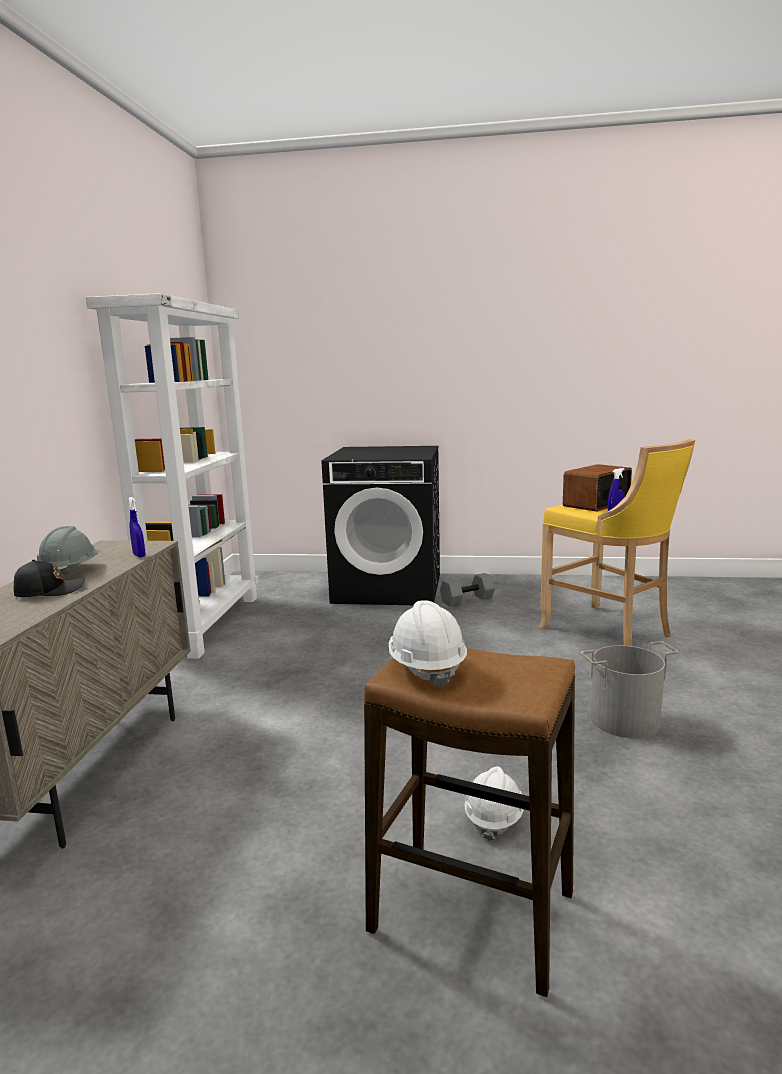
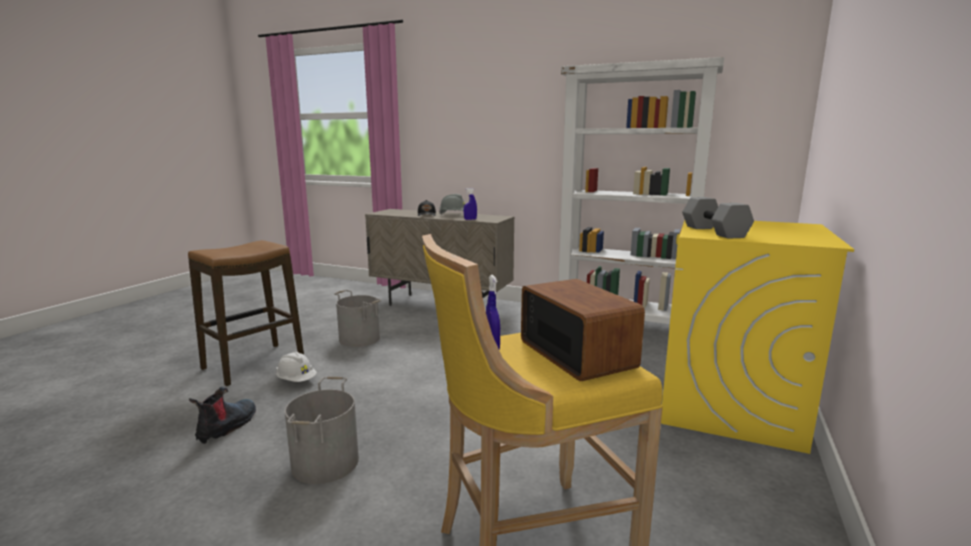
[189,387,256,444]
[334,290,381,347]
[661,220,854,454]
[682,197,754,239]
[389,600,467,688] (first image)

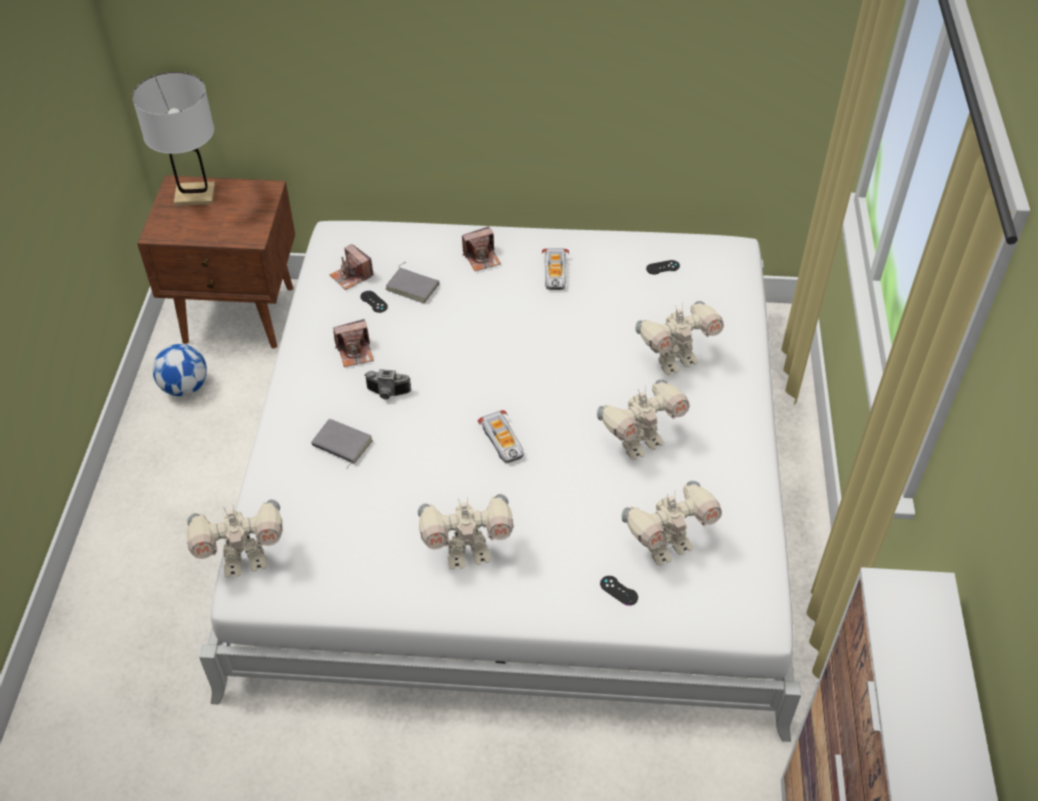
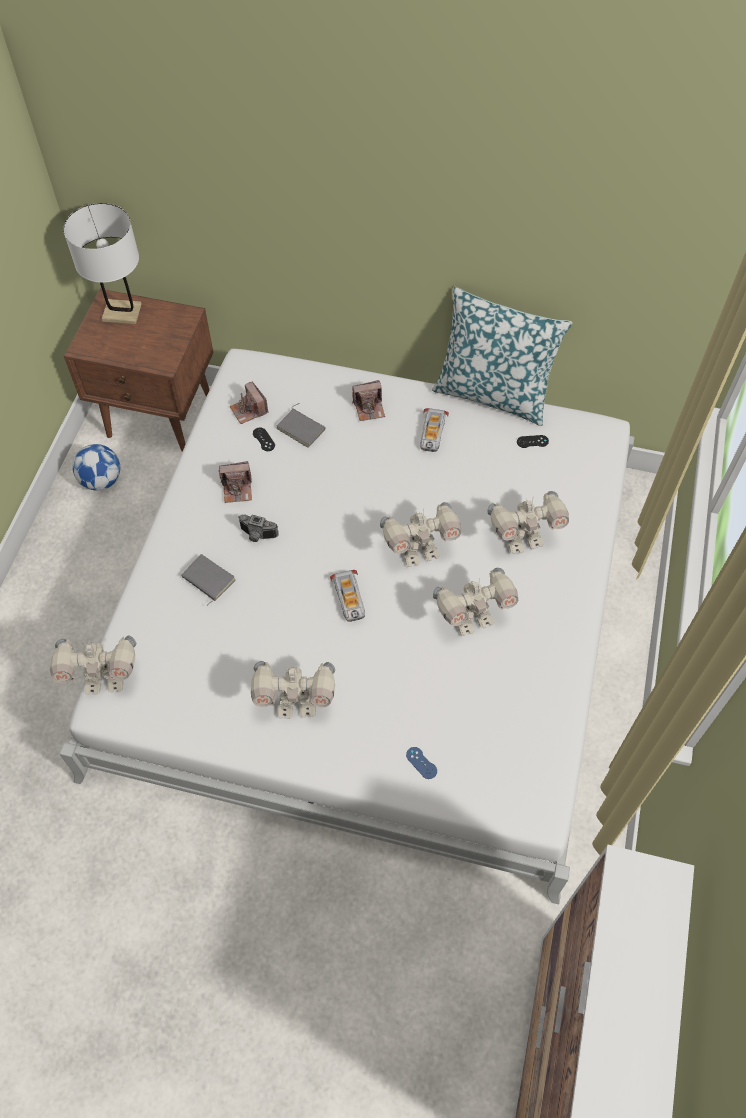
[380,502,461,567]
[406,747,437,779]
[432,287,572,426]

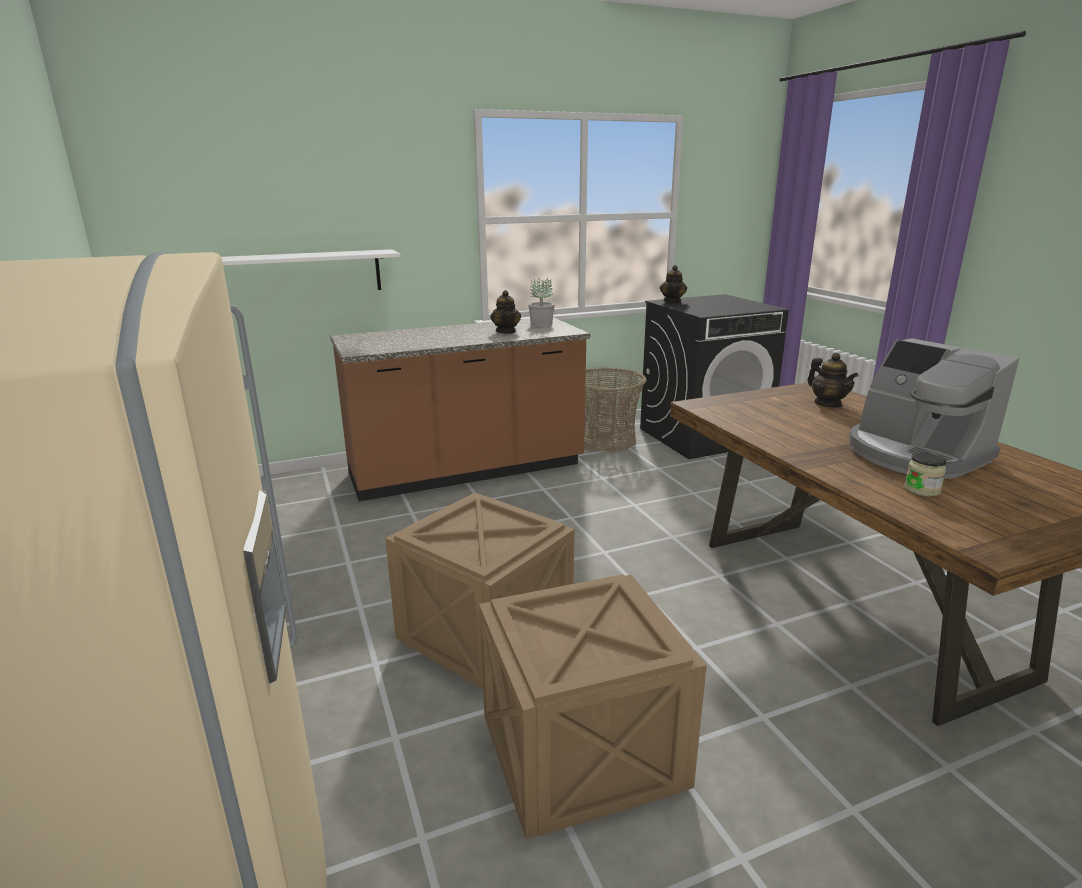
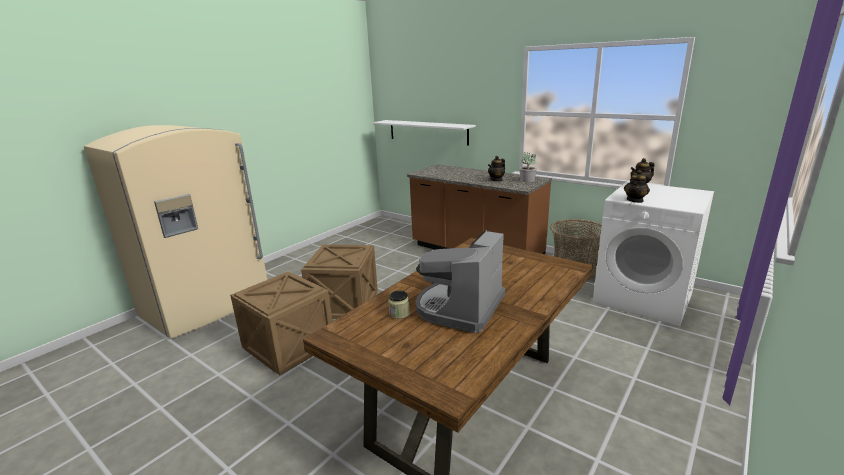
[593,181,714,326]
[624,170,650,203]

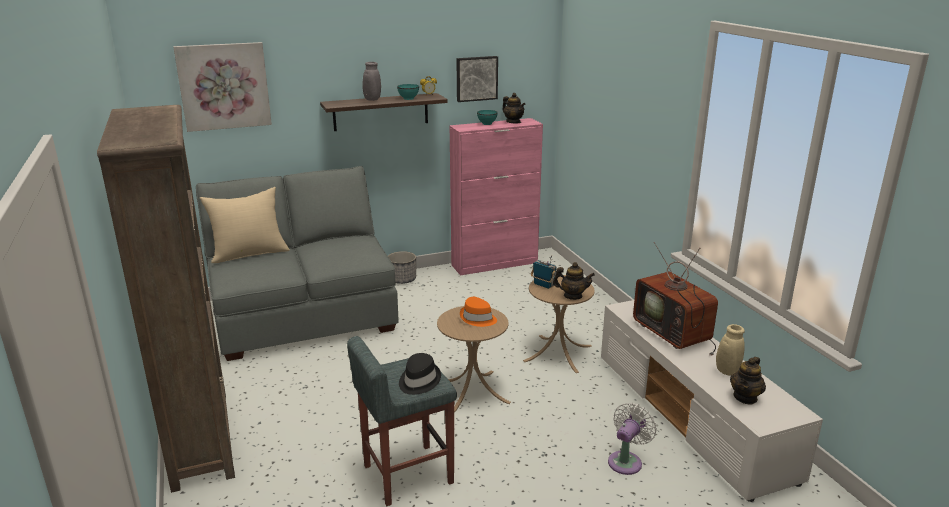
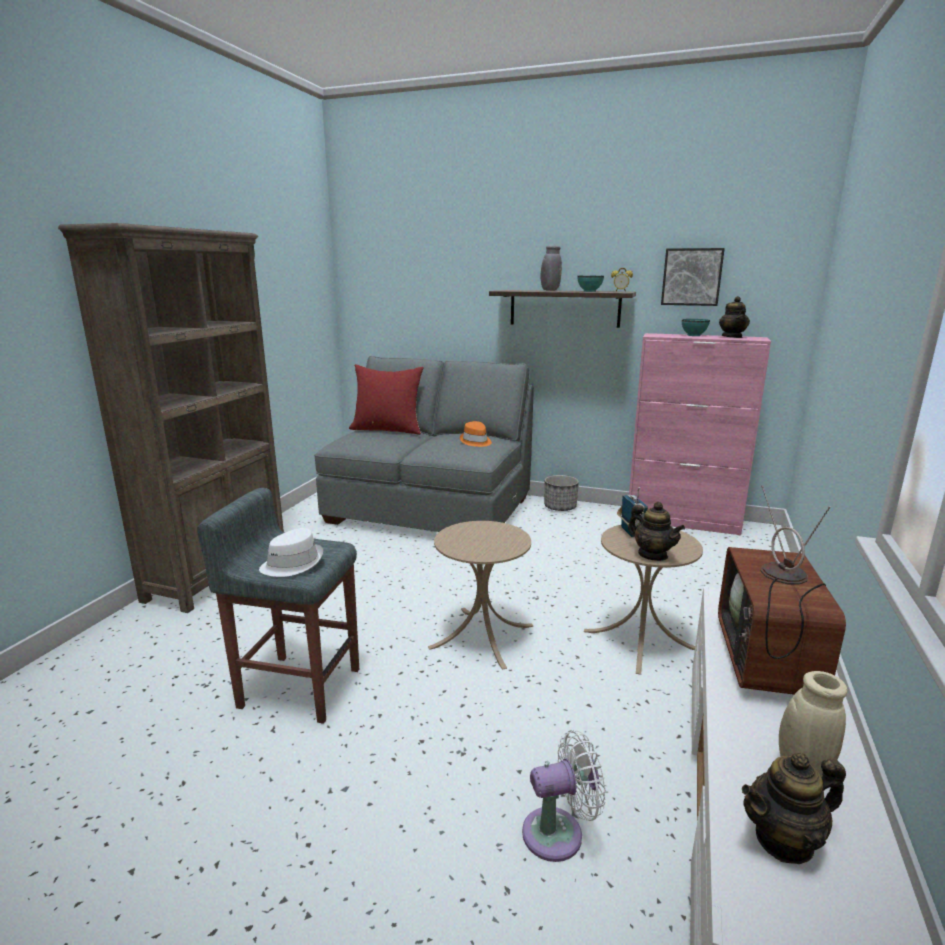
[259,528,323,577]
[349,364,424,435]
[460,421,492,447]
[173,42,272,132] (first image)

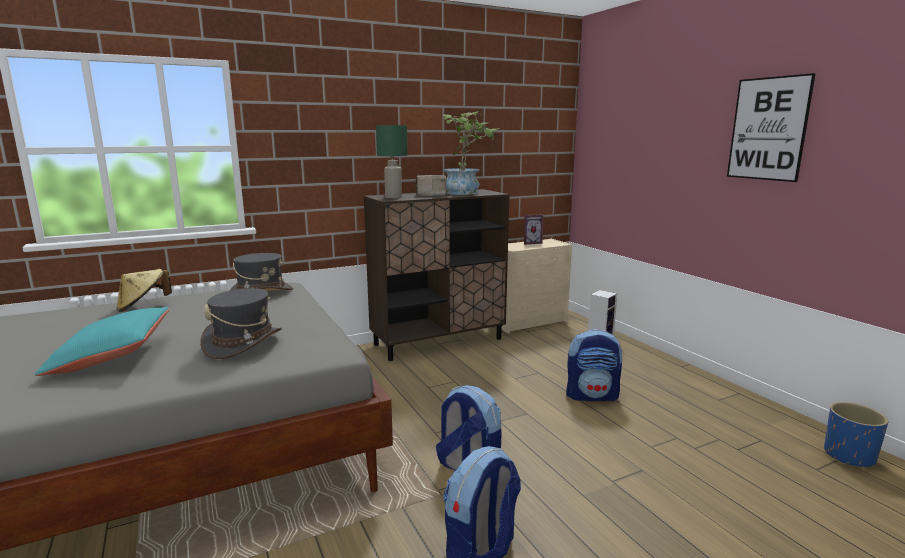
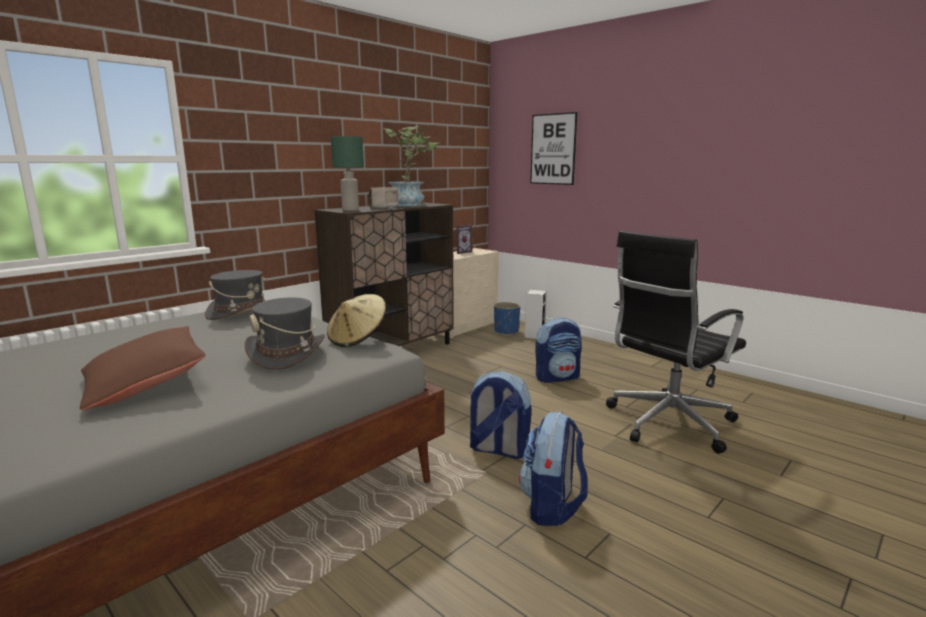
[80,326,206,410]
[327,294,386,347]
[494,302,520,335]
[530,112,577,185]
[606,231,746,454]

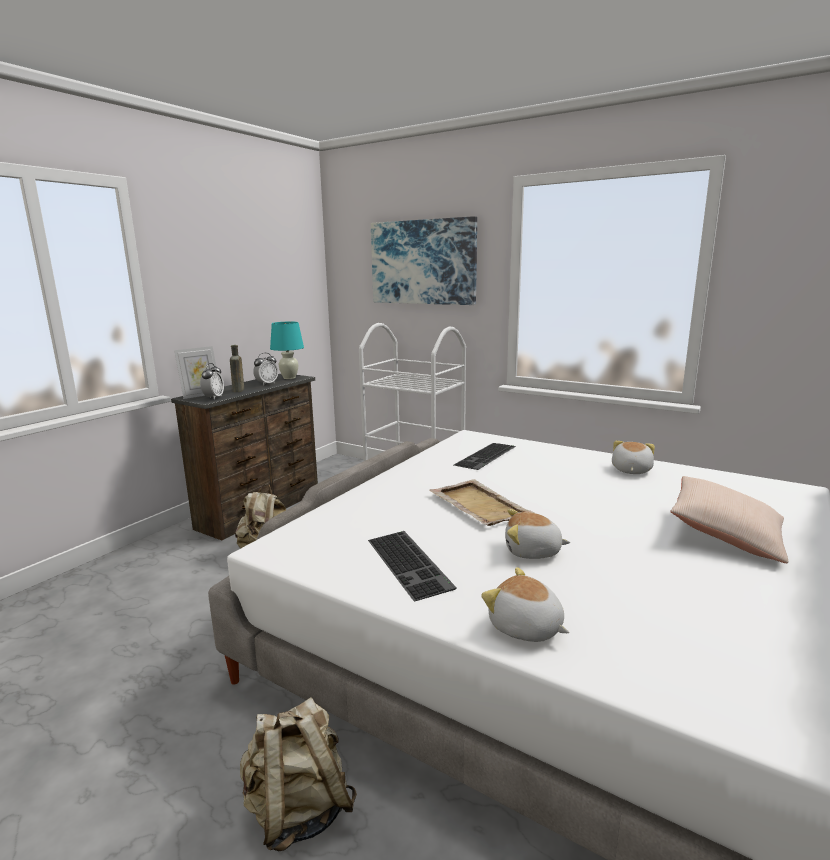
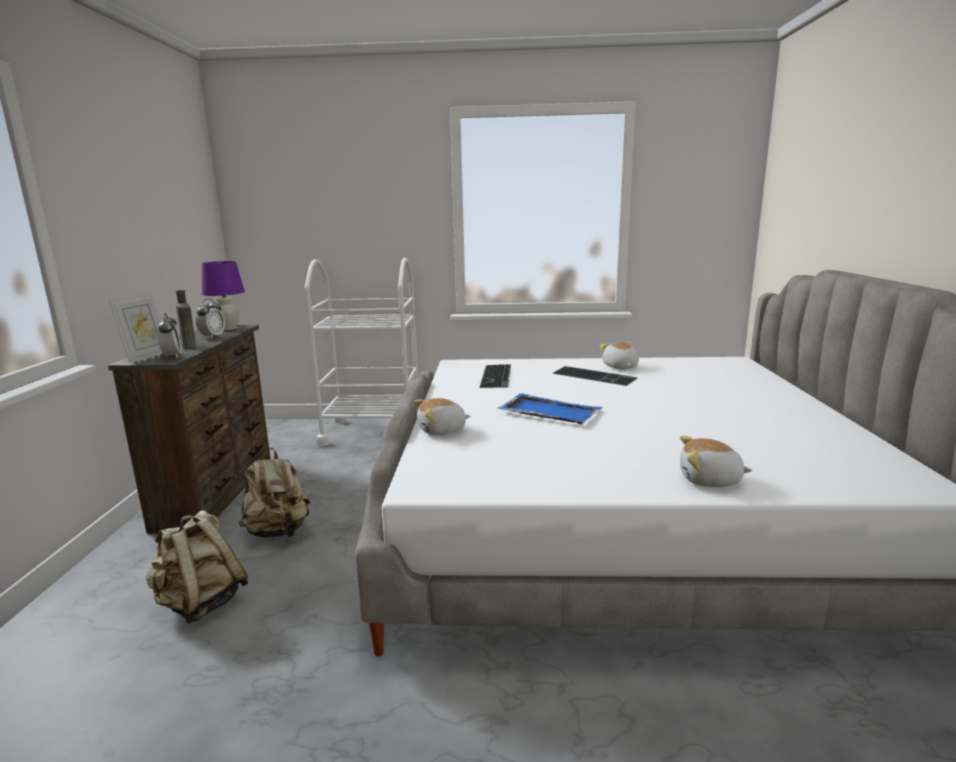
[146,510,248,624]
[202,261,245,330]
[414,398,471,435]
[498,393,603,424]
[552,366,637,386]
[371,216,477,305] (first image)
[670,476,788,563] (first image)

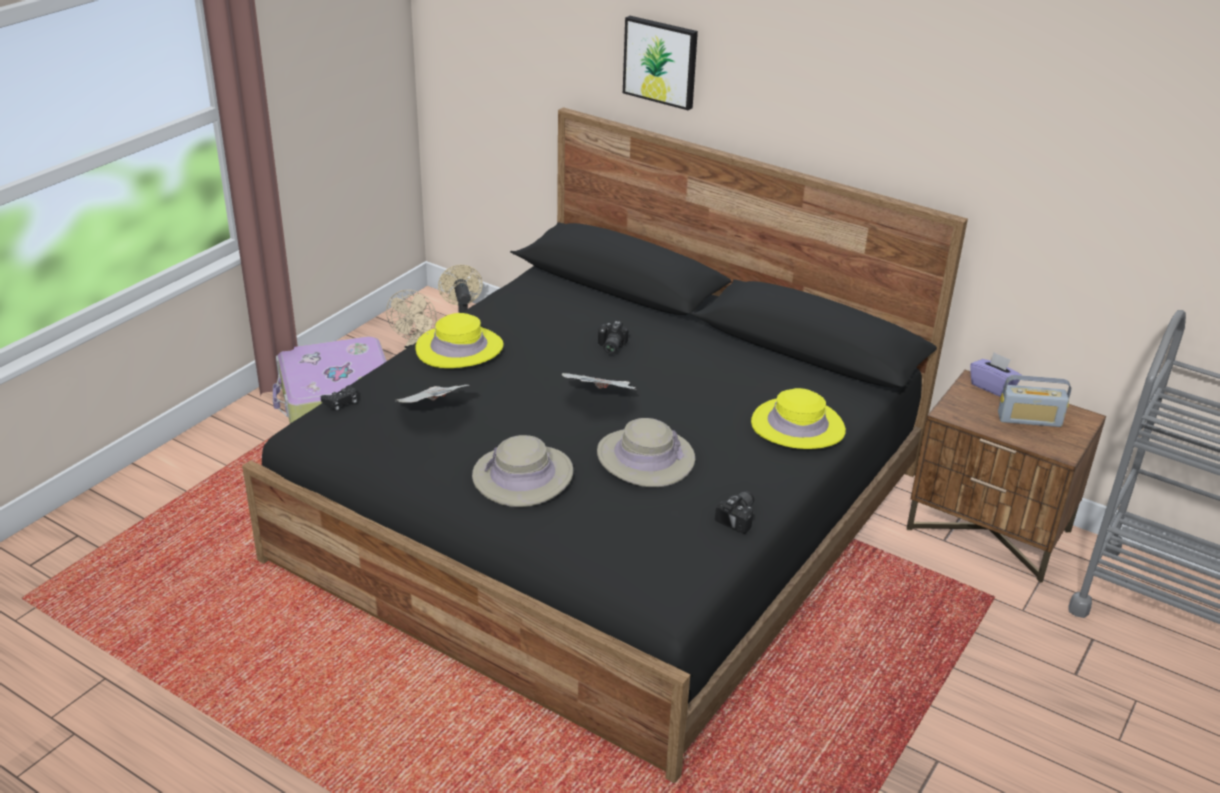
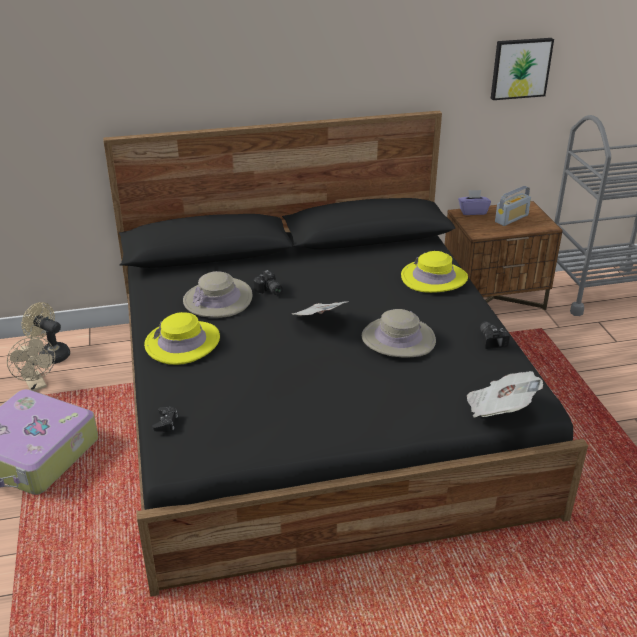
[183,271,252,318]
[467,371,543,417]
[491,38,554,100]

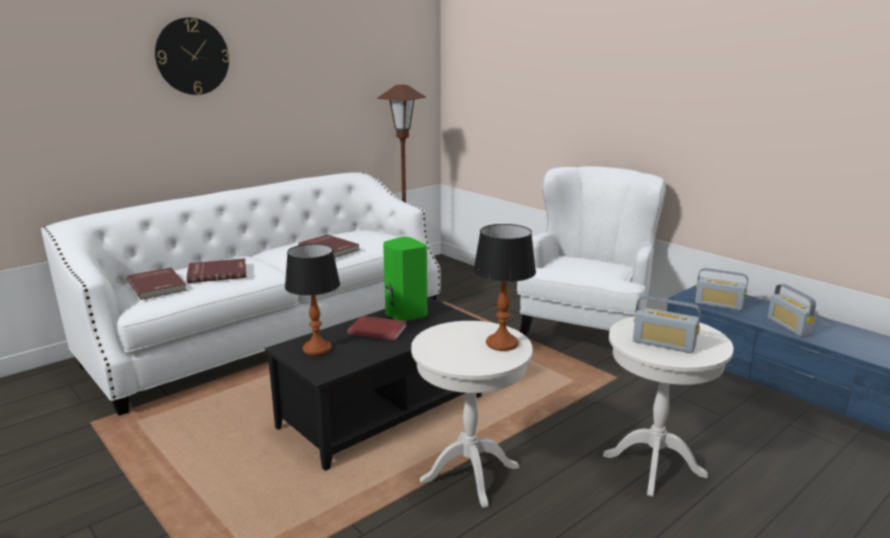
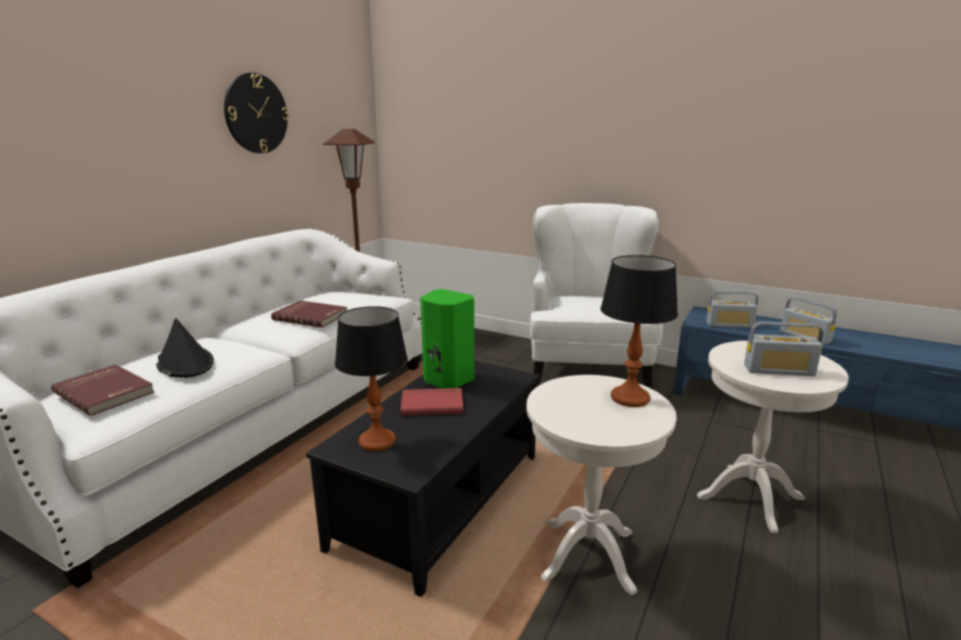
[156,318,214,378]
[224,73,289,153]

